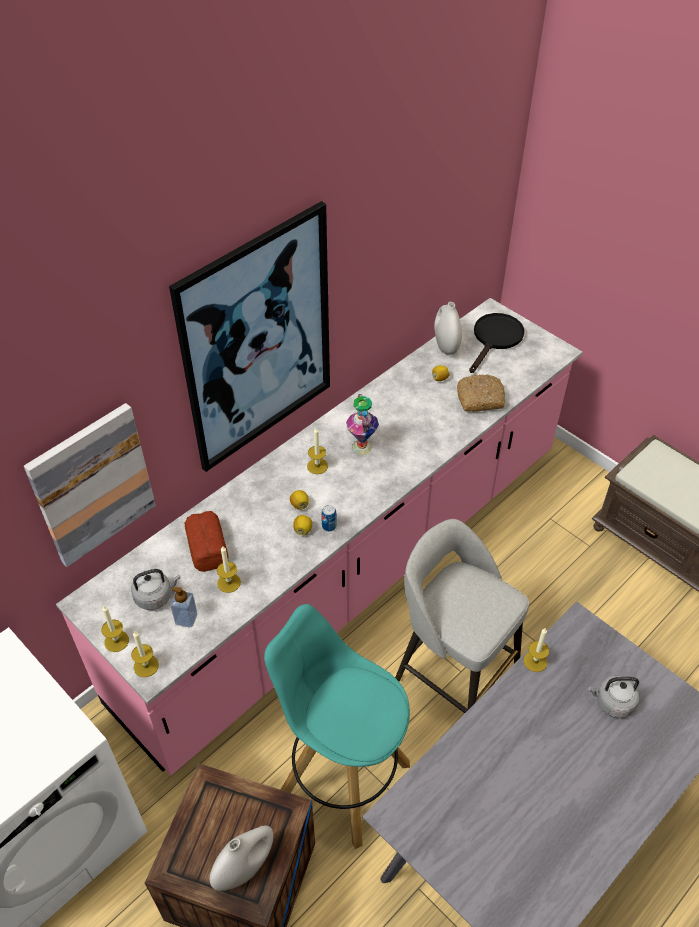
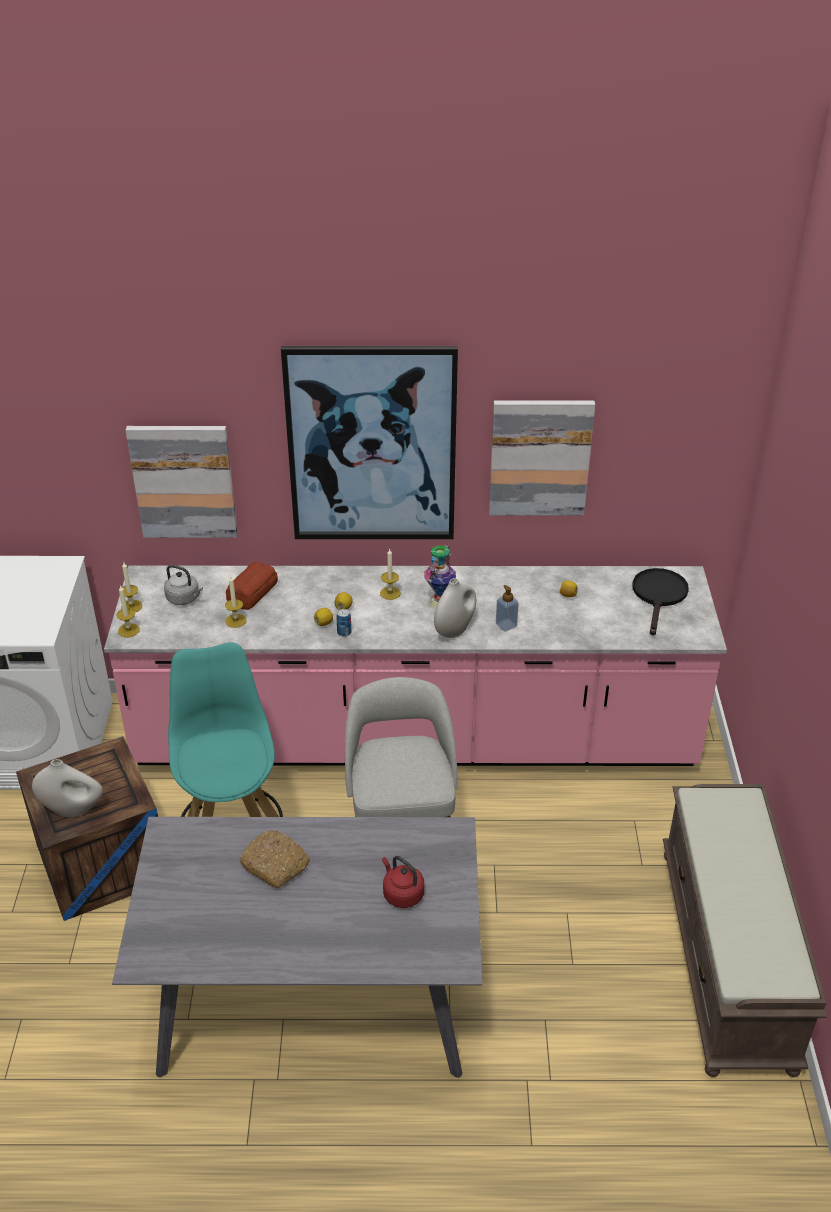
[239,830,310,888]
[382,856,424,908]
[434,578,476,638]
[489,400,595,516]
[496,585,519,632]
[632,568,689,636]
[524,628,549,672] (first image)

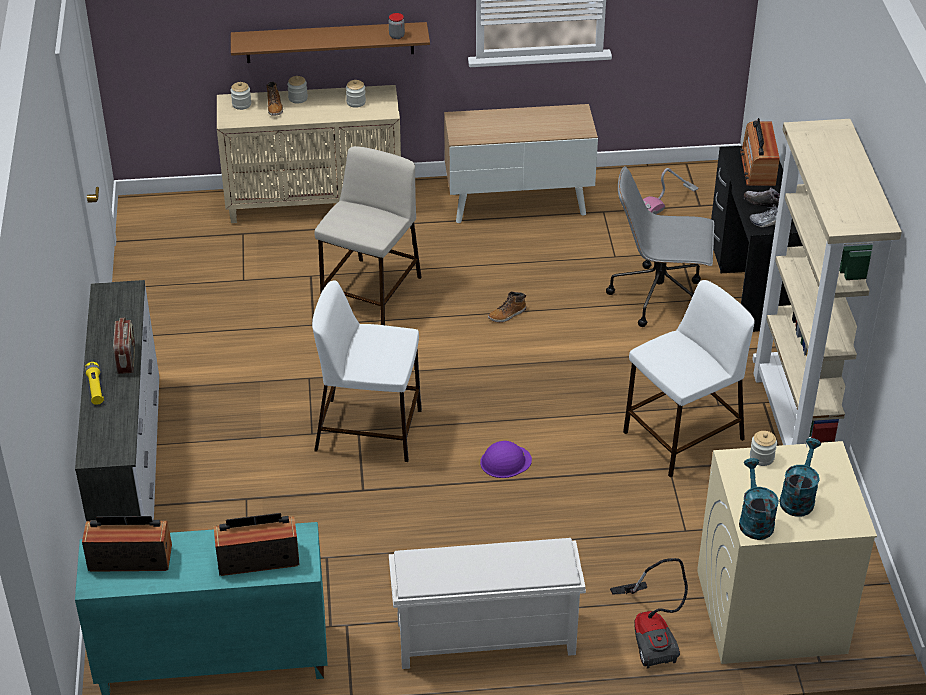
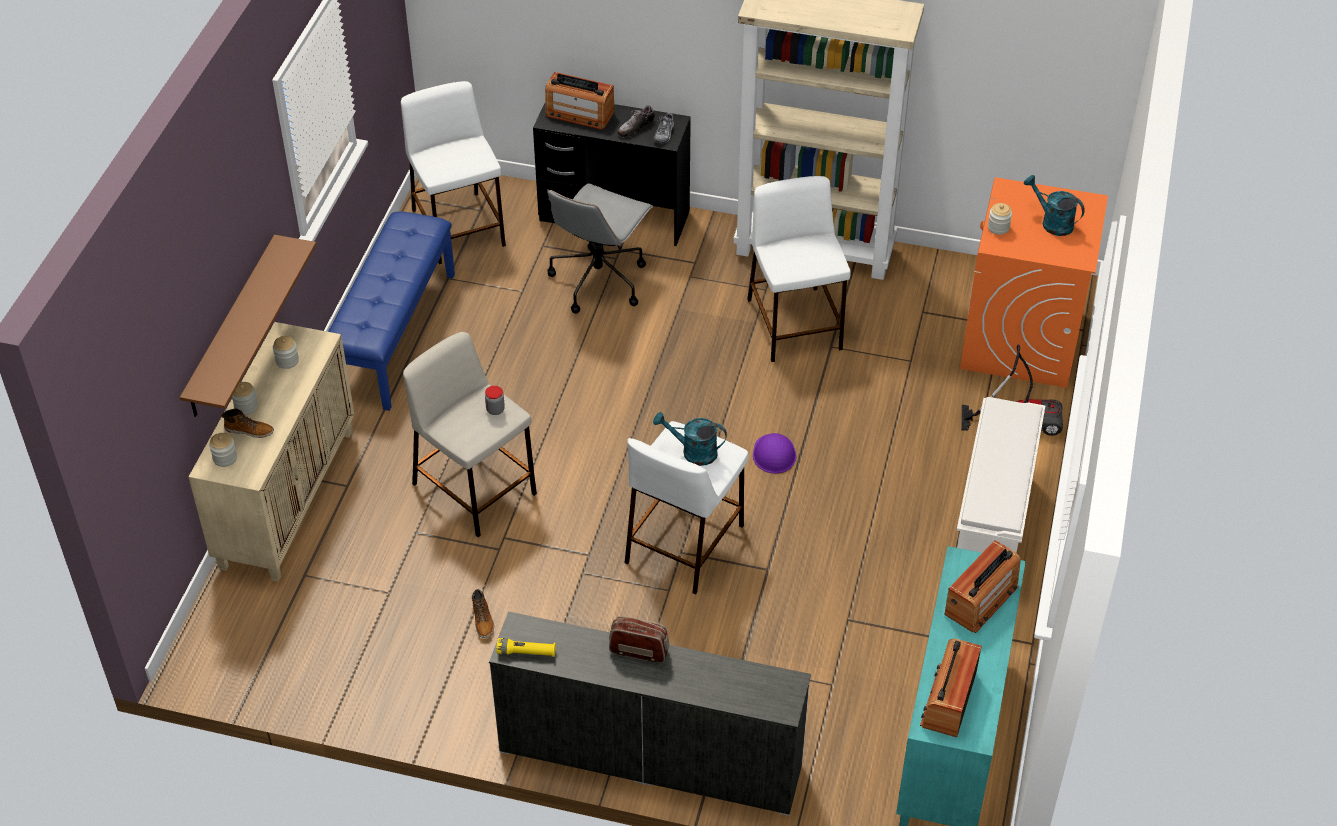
[328,212,455,411]
[401,81,506,264]
[472,589,494,638]
[485,386,505,415]
[497,638,556,657]
[653,412,727,466]
[944,540,1021,633]
[960,177,1108,388]

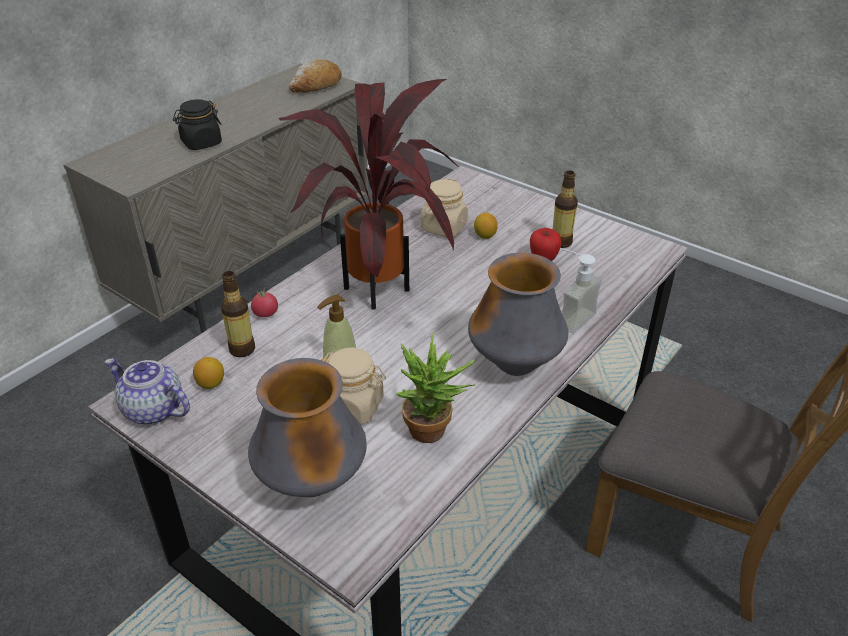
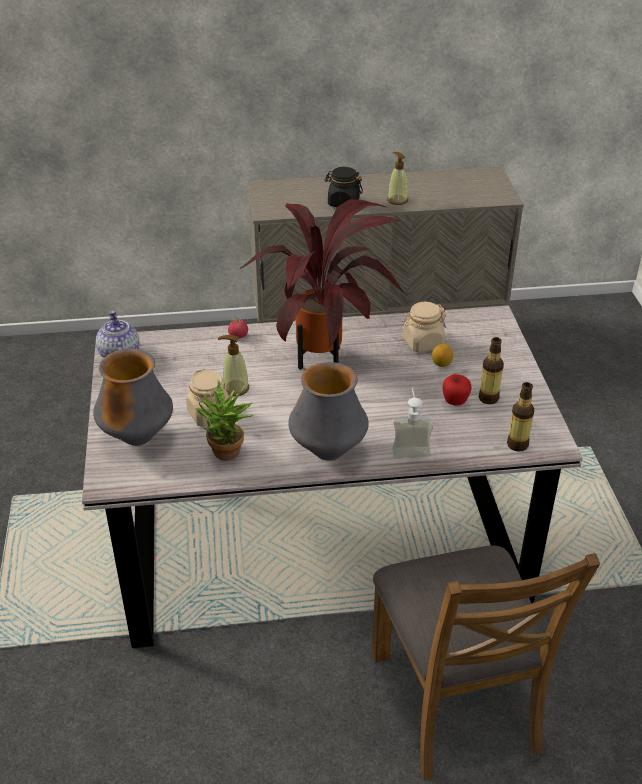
[387,152,408,205]
[507,382,534,452]
[193,357,224,389] (first image)
[289,59,342,93] (first image)

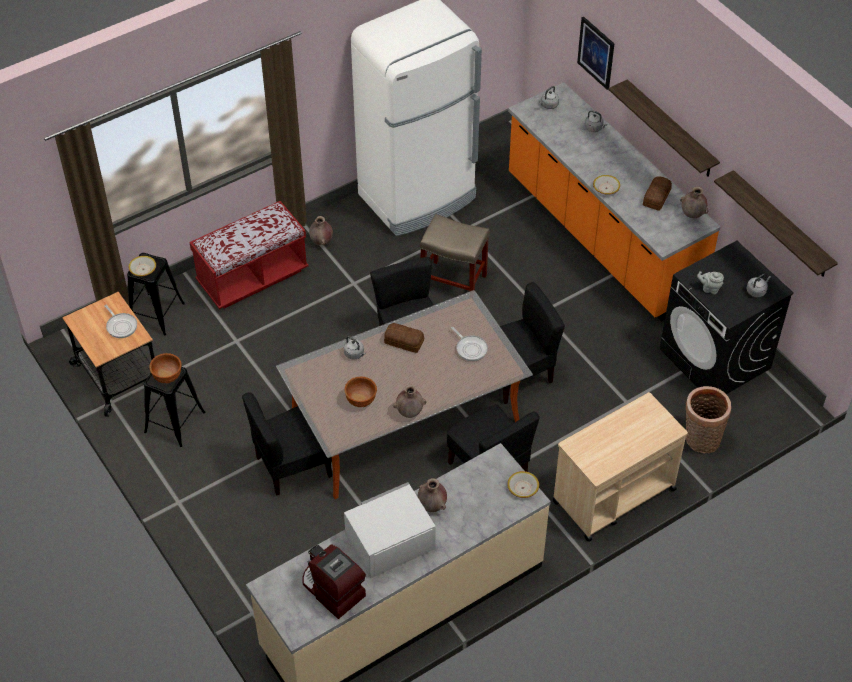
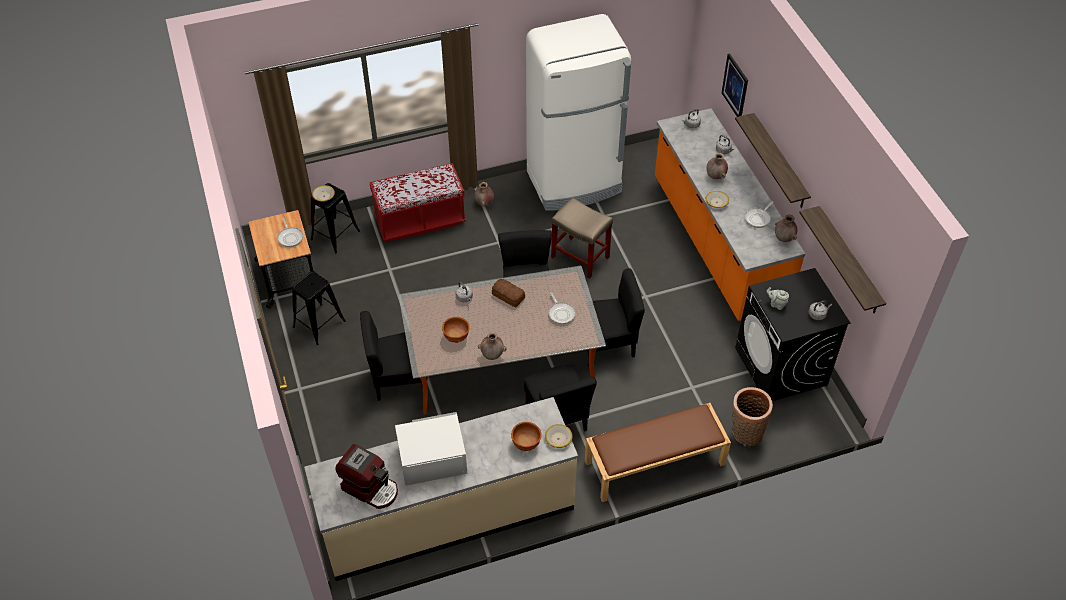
[335,444,398,509]
[511,422,542,451]
[585,403,731,502]
[706,153,728,180]
[745,202,774,228]

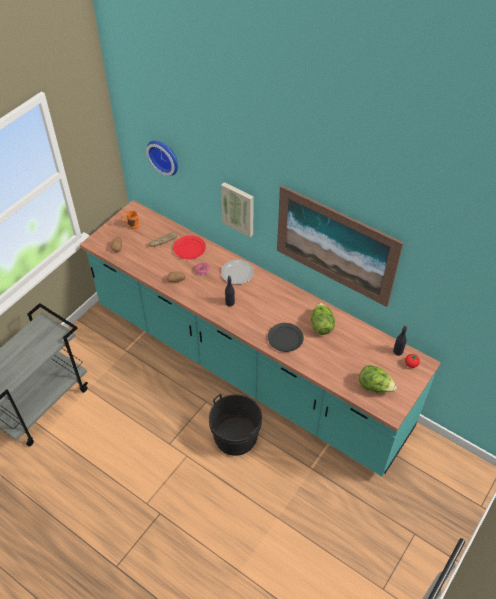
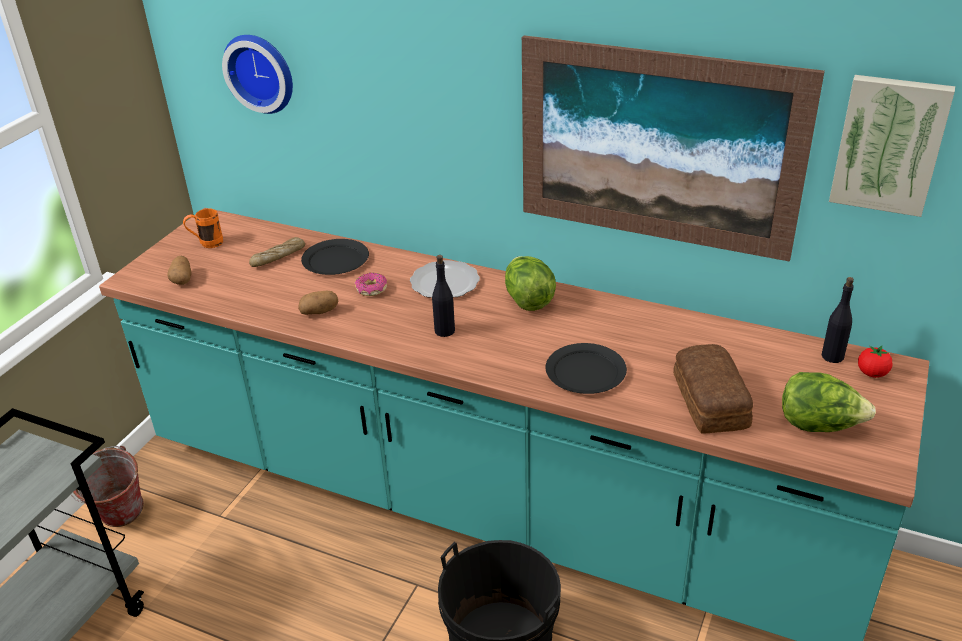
[71,445,144,527]
[301,239,369,275]
[505,256,556,311]
[673,344,753,433]
[829,75,955,217]

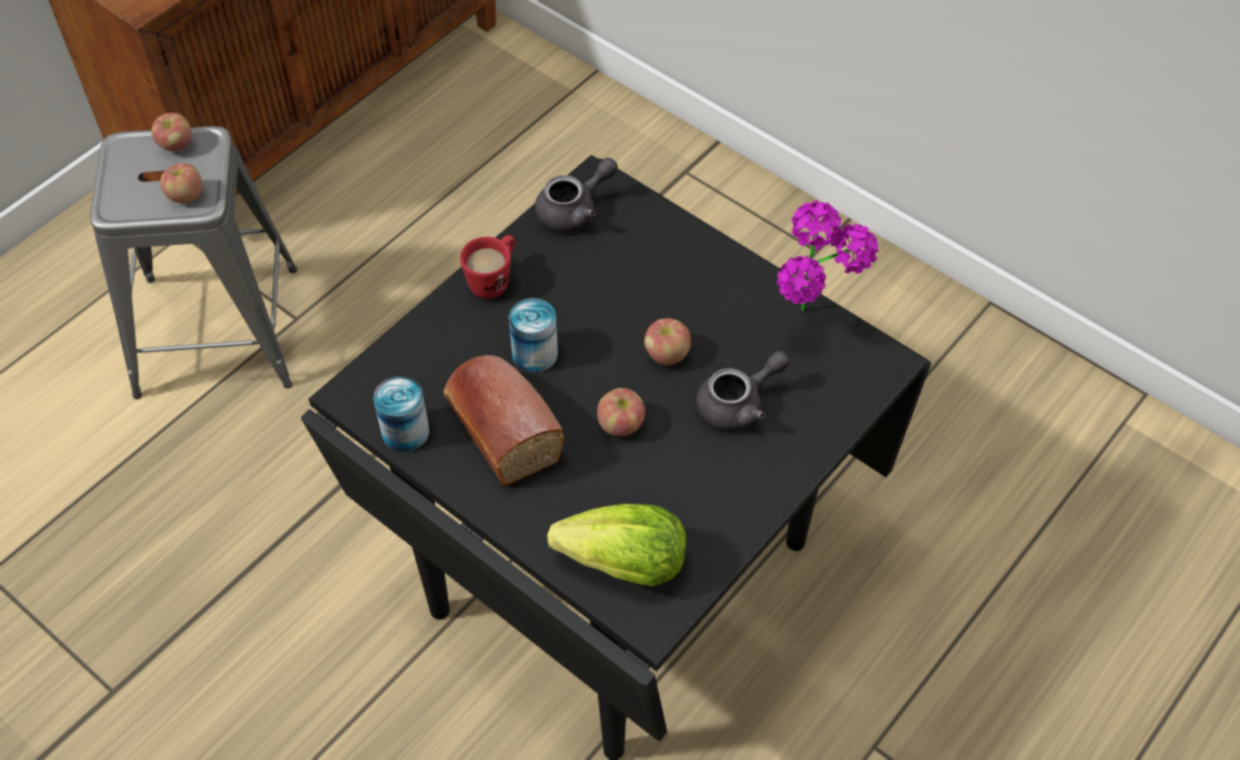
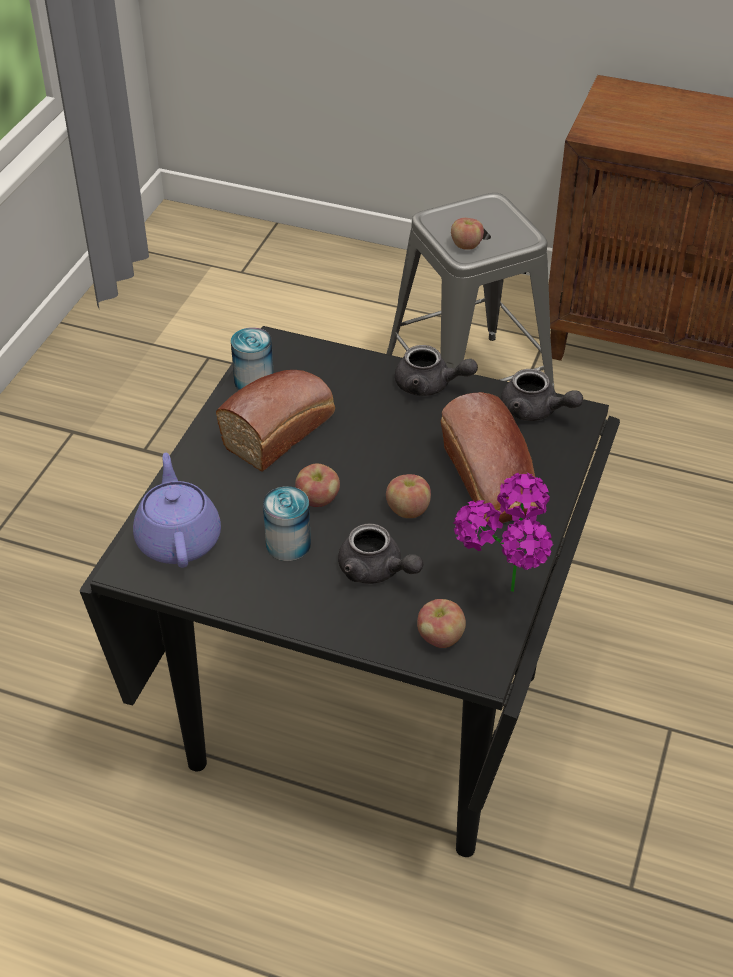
[133,452,221,568]
[263,486,311,561]
[395,345,478,396]
[417,599,466,648]
[441,392,539,523]

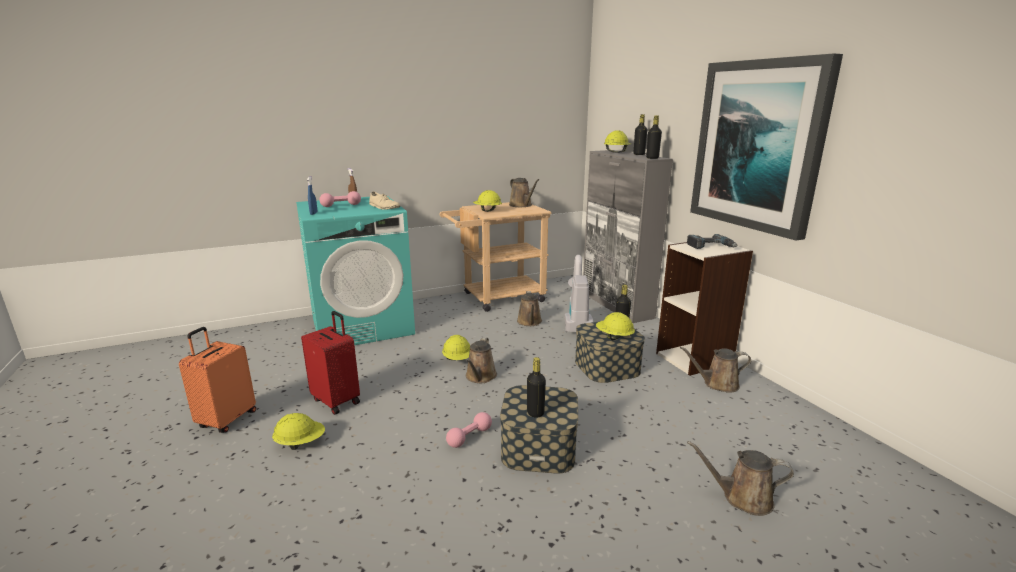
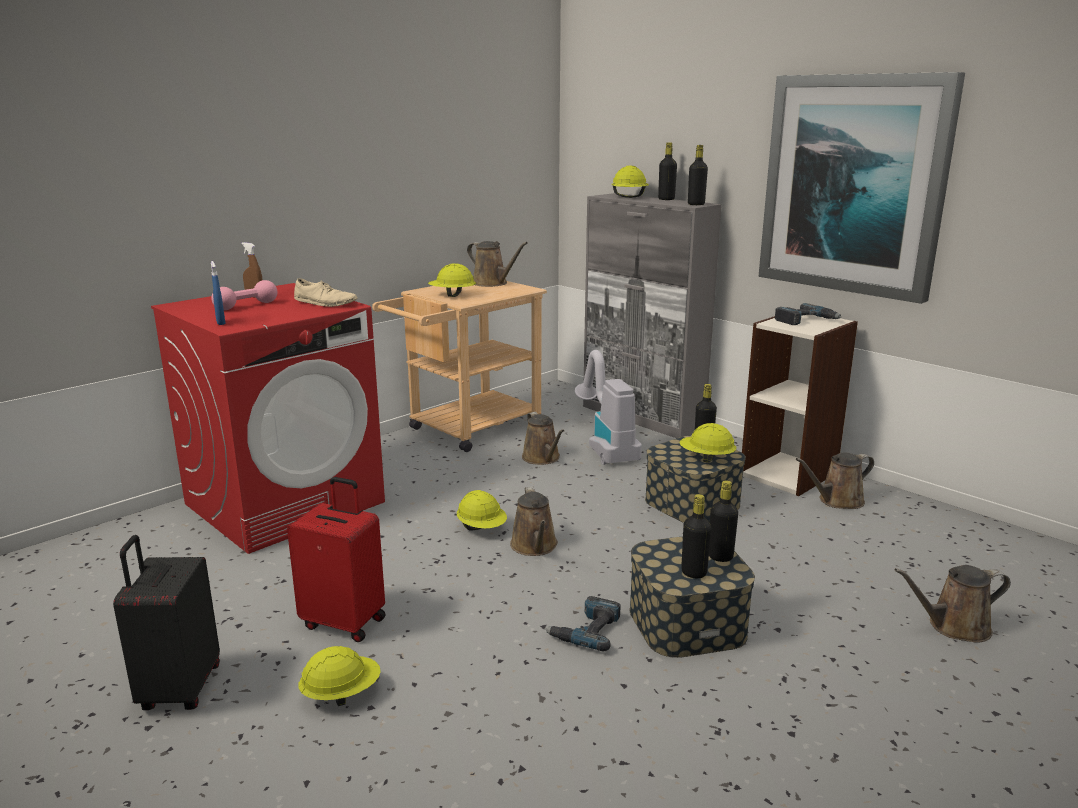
[113,535,220,710]
[151,283,385,554]
[545,596,621,651]
[709,480,738,562]

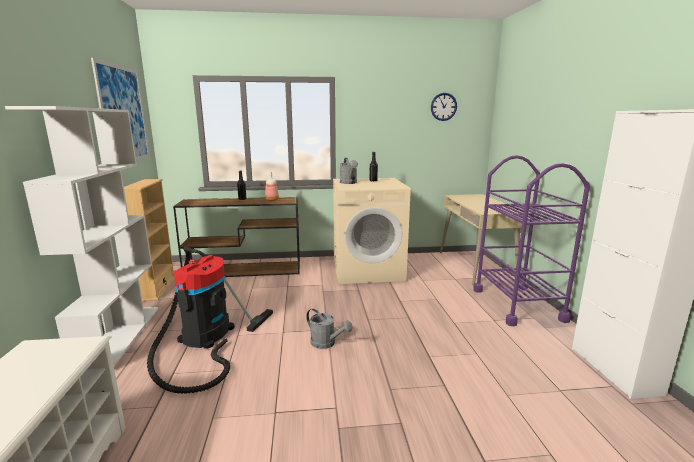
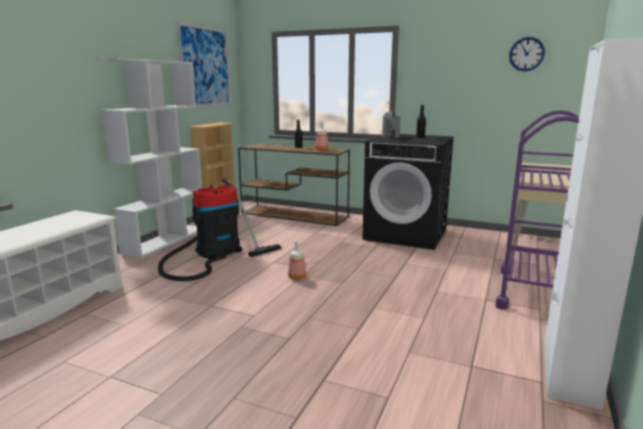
[288,242,306,280]
[362,134,454,250]

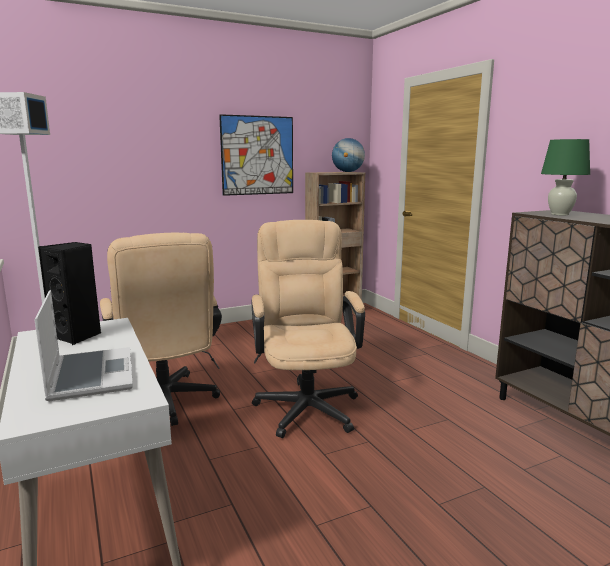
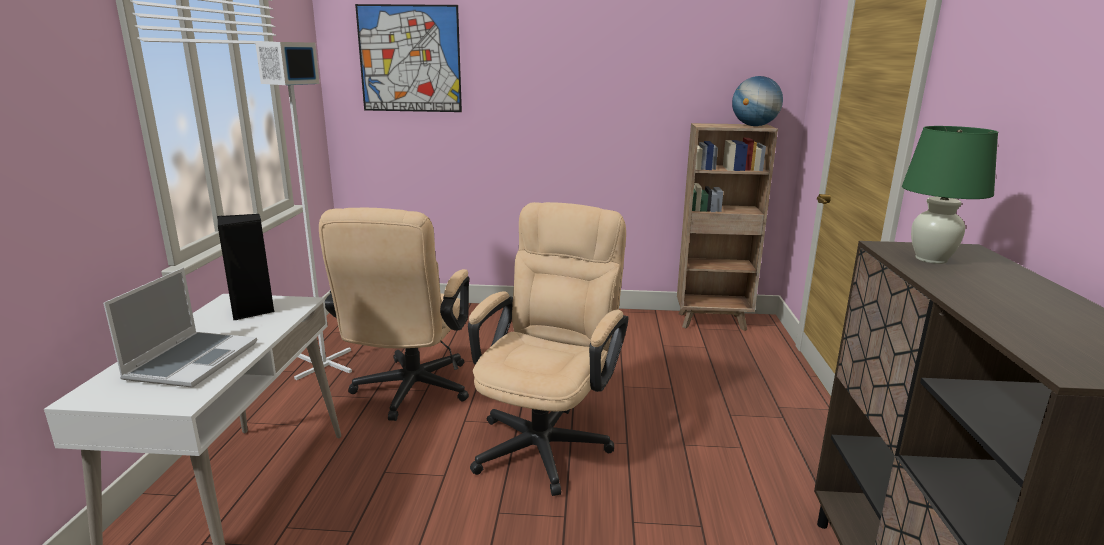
[355,4,462,112]

